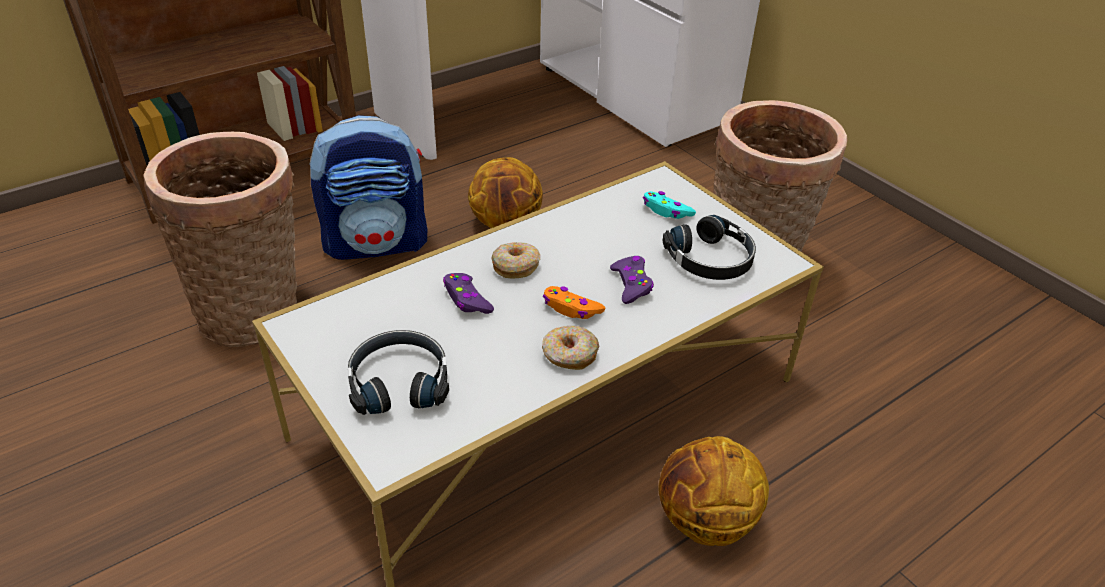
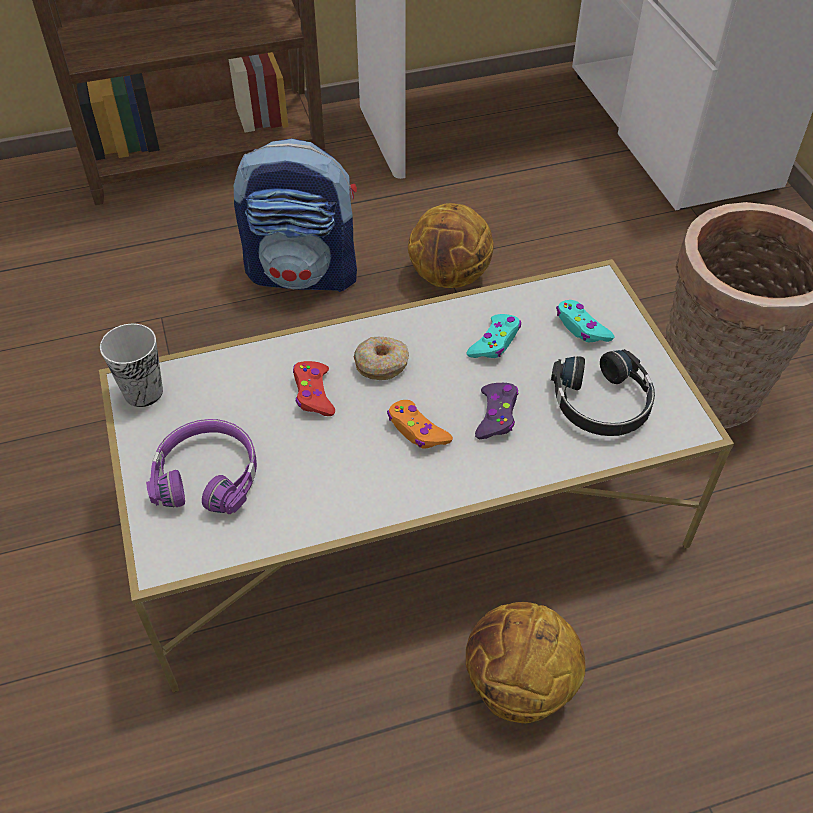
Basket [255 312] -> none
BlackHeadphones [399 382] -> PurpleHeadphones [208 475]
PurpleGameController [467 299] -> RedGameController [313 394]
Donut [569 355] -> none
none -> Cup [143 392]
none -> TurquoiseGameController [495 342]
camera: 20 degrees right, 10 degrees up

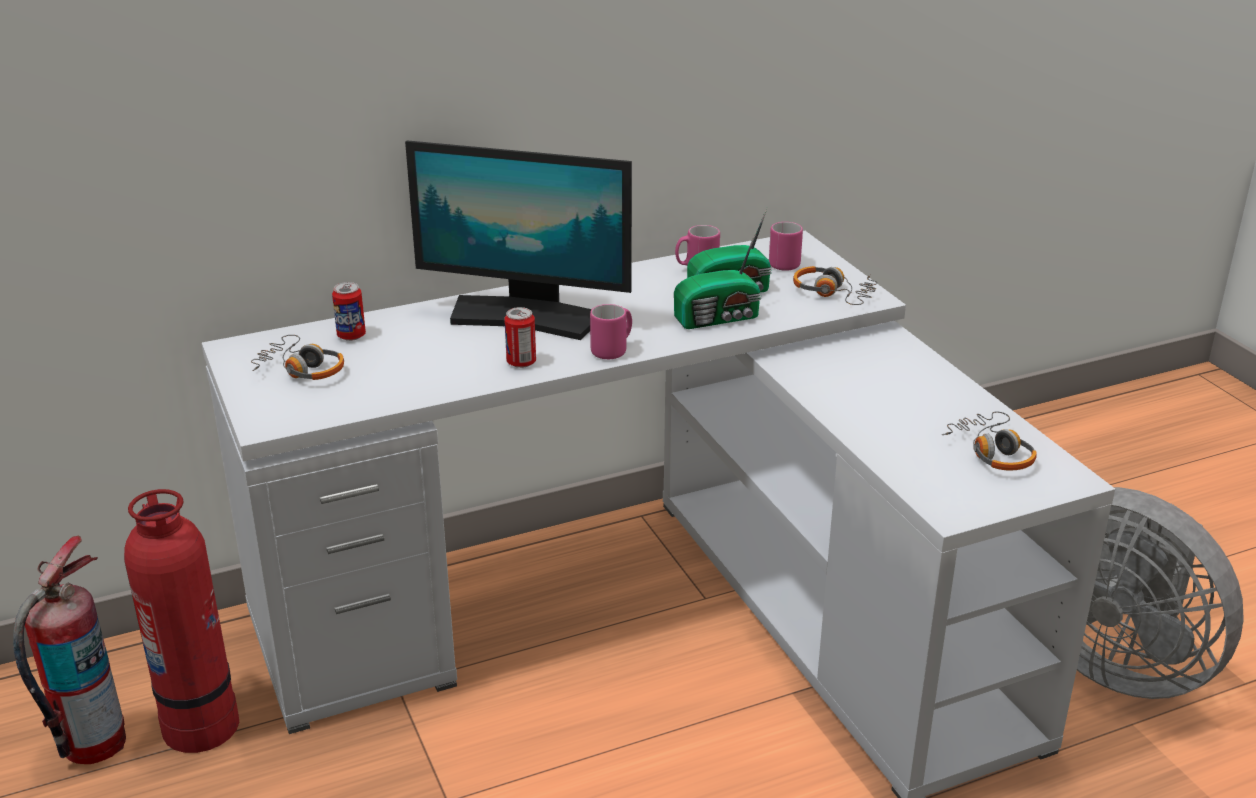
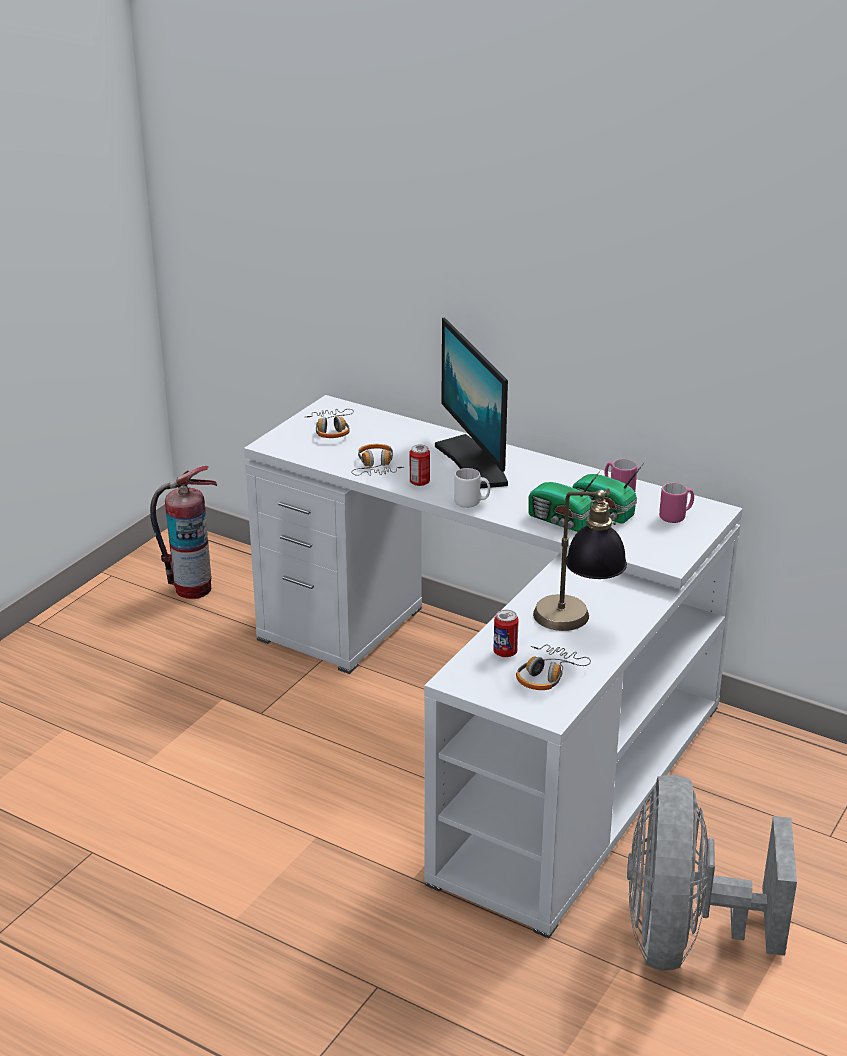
FireExtinguisher [201 724] -> none
Can [351 336] -> Can [505 652], moved
PinkMug [613 350] -> WhiteMug [472 503]
Headphones [833 293] -> Headphones [376 467], moved
none -> TableLamp [576 627]
camera: 55 degrees right, 0 degrees up

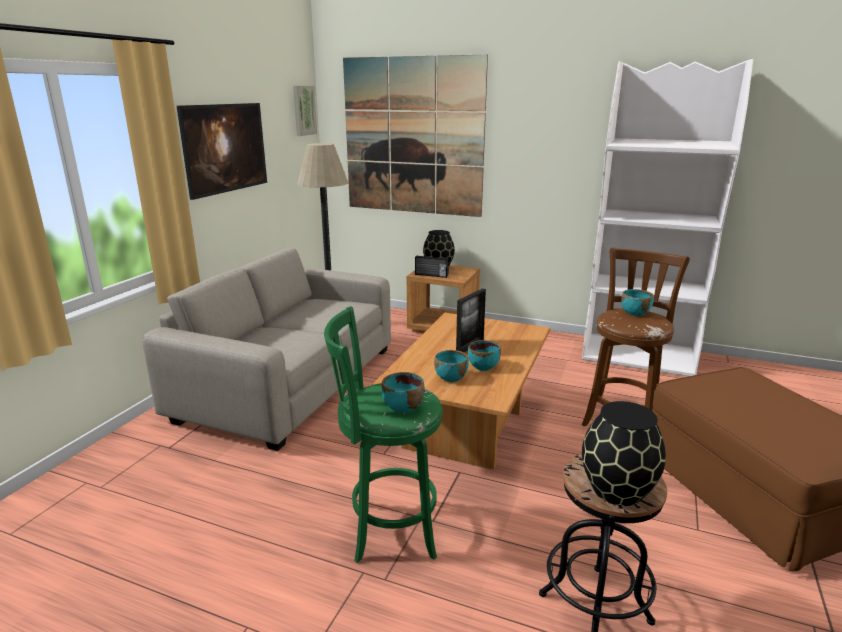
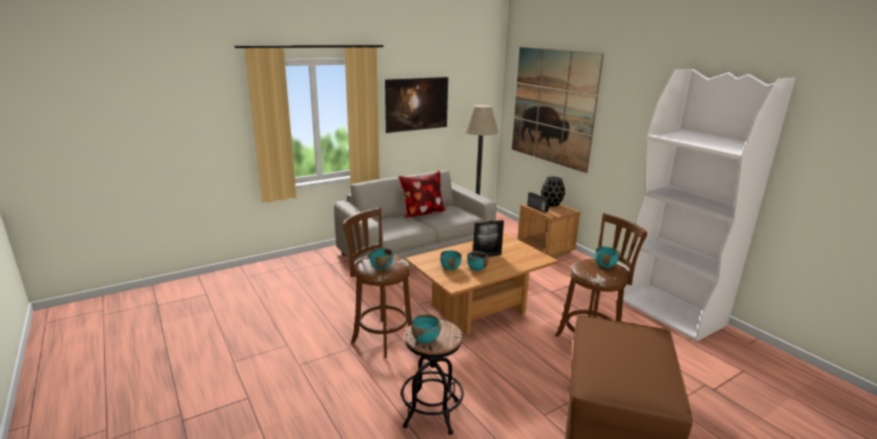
Picture [303 110] -> none
GreenStool [388 528] -> BrownStool [381 337]
BlackVase [616 490] -> TurquoiseBowl [425 338]
none -> Pillow [422 213]
camera: 35 degrees right, 0 degrees up

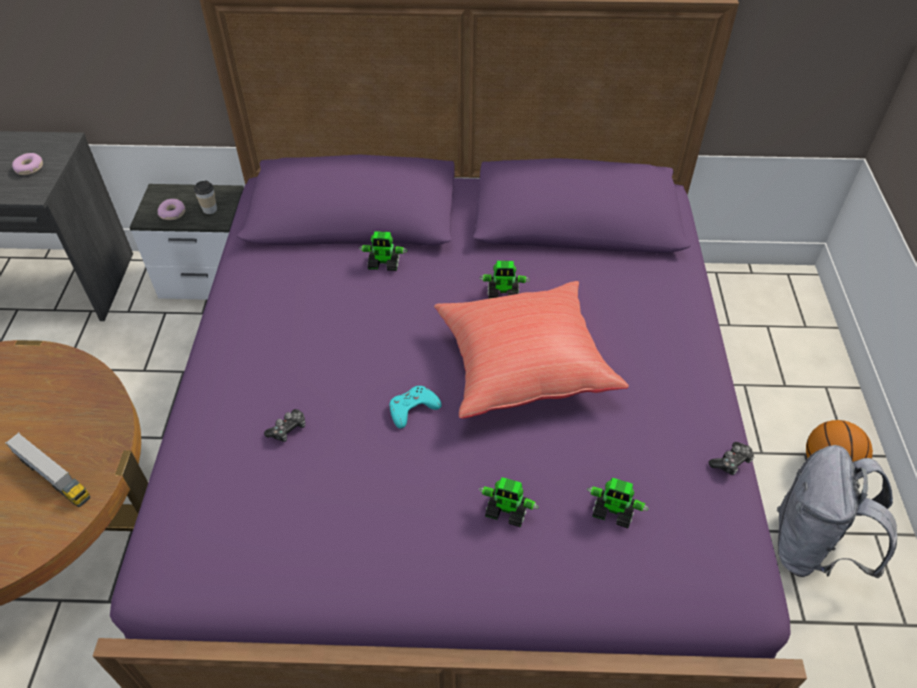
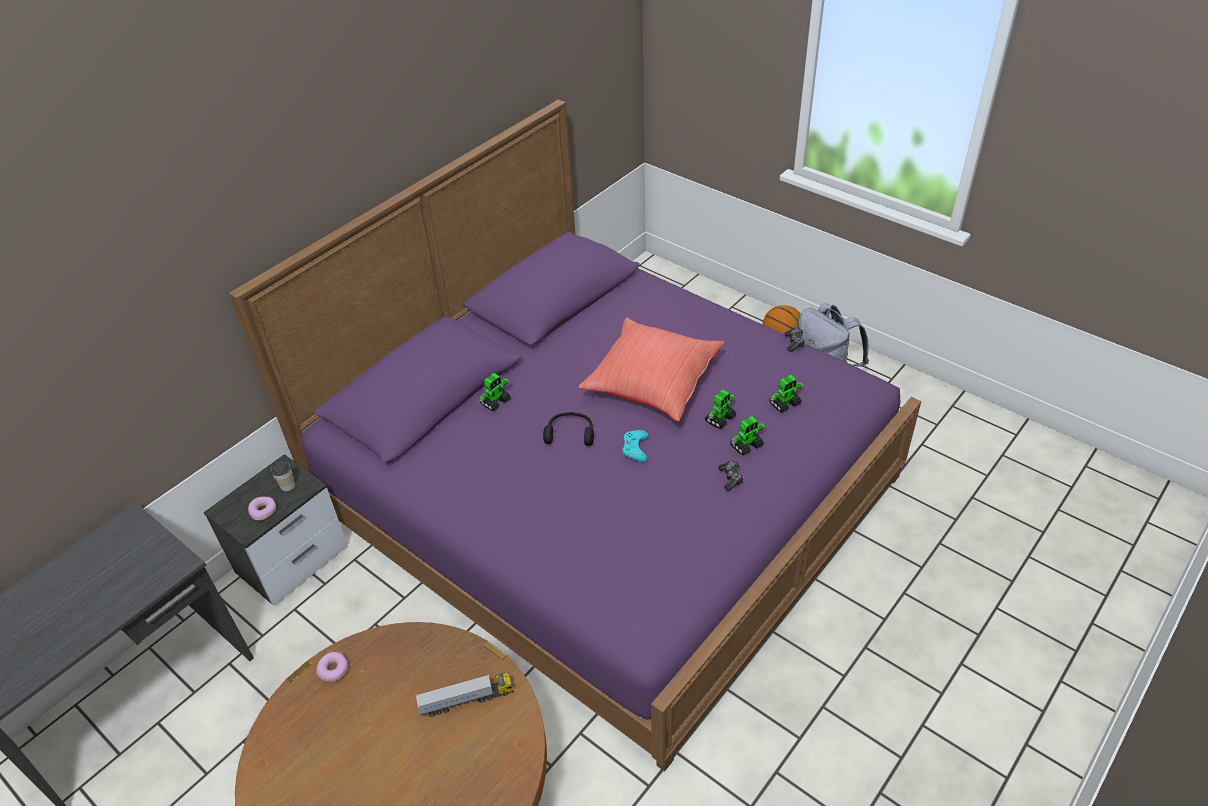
Donut [29 168] -> Donut [334 669], moved
GameController [288 429] -> GameController [731 478], moved
ToyRobot [503 293] -> ToyRobot [720 419], moved
none -> BlackHeadphones [570 433]
camera: 50 degrees left, 5 degrees down

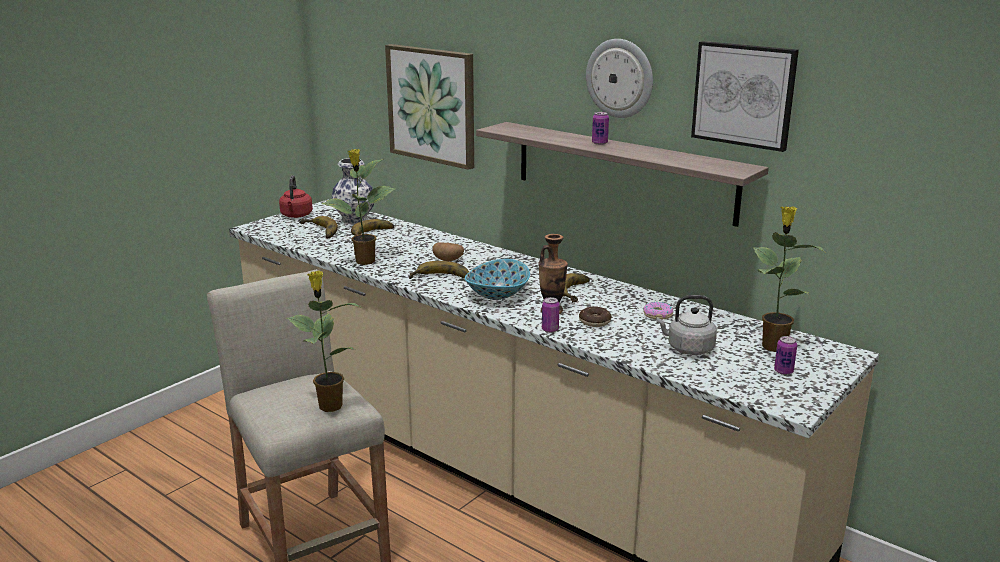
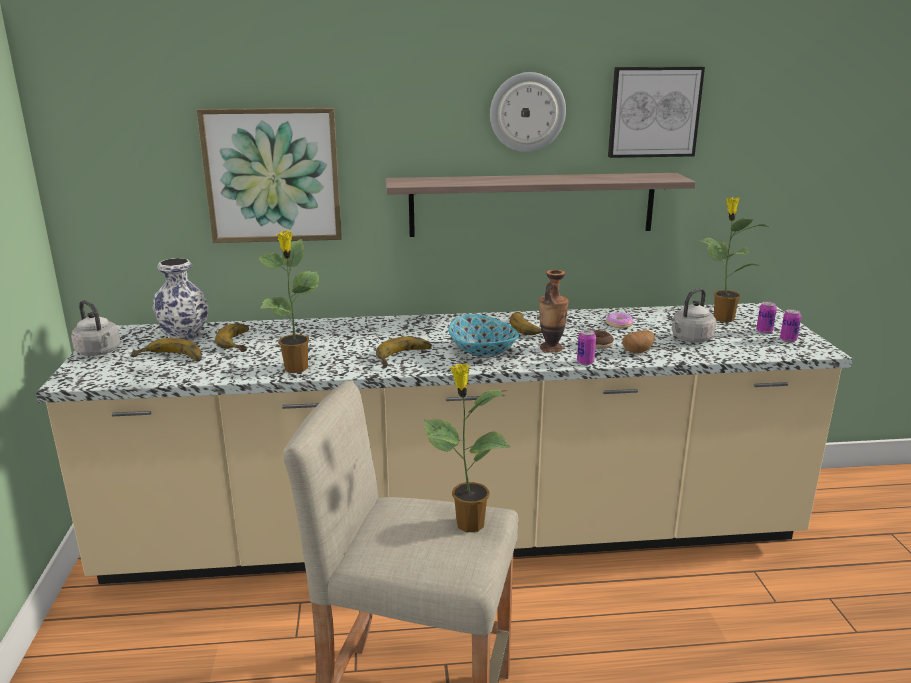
RedKettle [296 216] -> GreyKettle [100 352]
Potato [448 260] -> Potato [638 351], moved
Can [599 143] -> Can [788 340], moved
camera: 45 degrees left, 0 degrees up

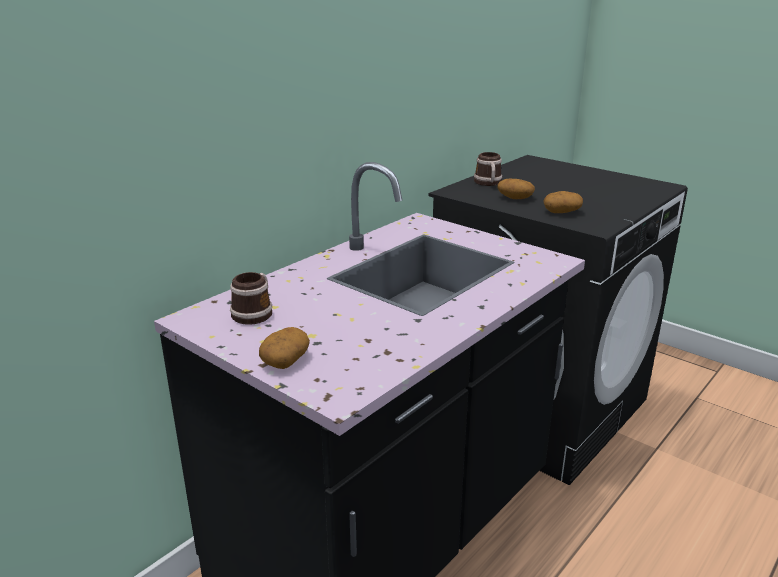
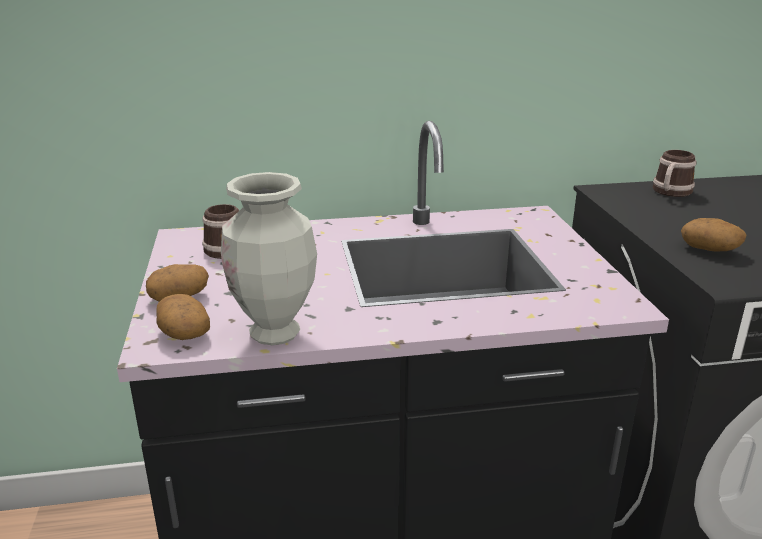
Potato [514 198] -> Potato [183 332], moved
none -> Vase [275 333]
camera: 40 degrees right, 0 degrees up

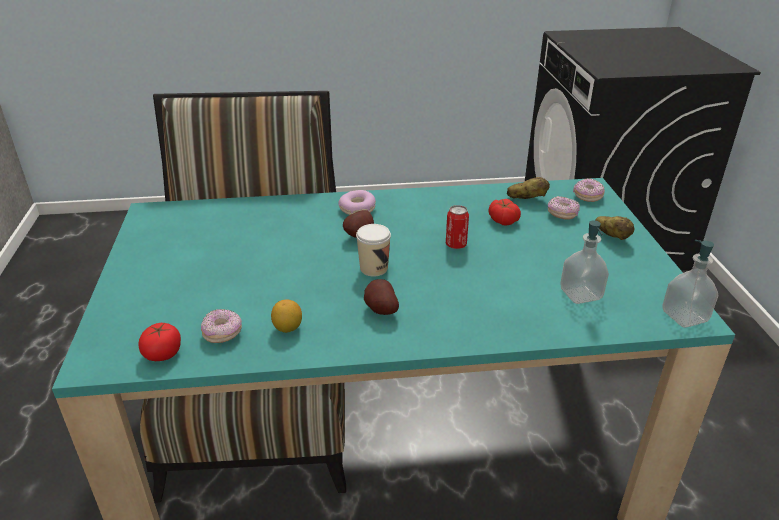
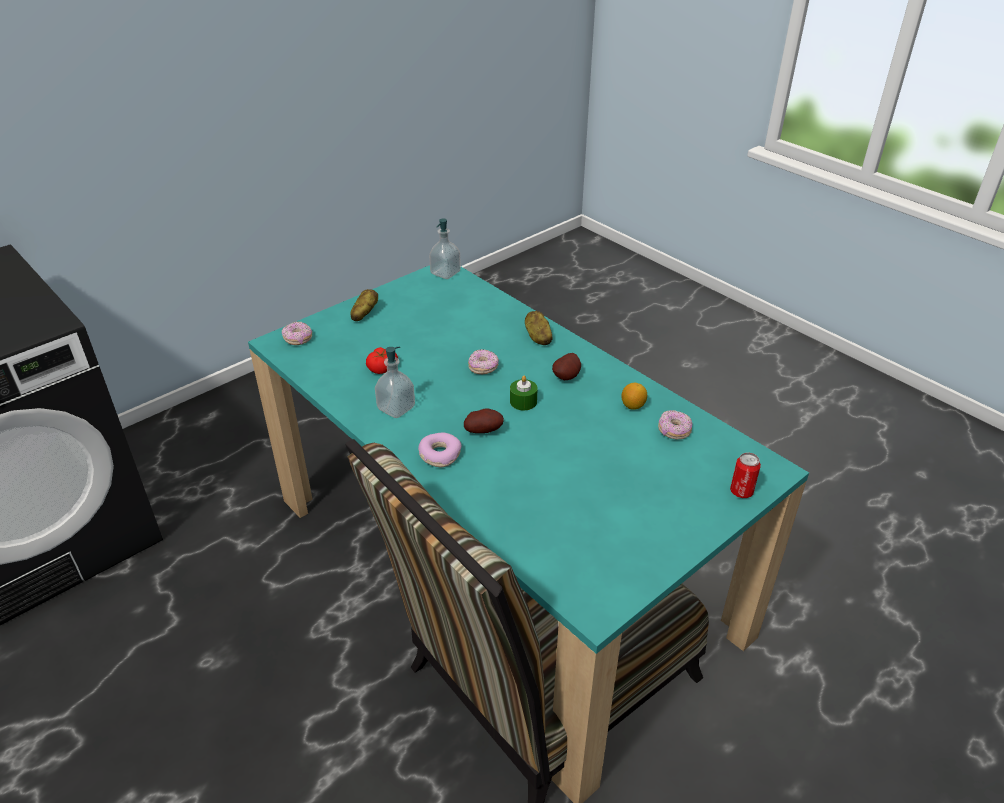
Tomato [163 353] -> none
Cup [374 268] -> GreenCandle [523 401]
Can [456 245] -> Can [741 491], moved
Potato [527 198] -> Potato [538 337], moved
Donut [562 214] -> Donut [483 368], moved
SoapDispenser [580 294] -> SoapDispenser [396 408], moved
camera: 125 degrees left, 5 degrees up

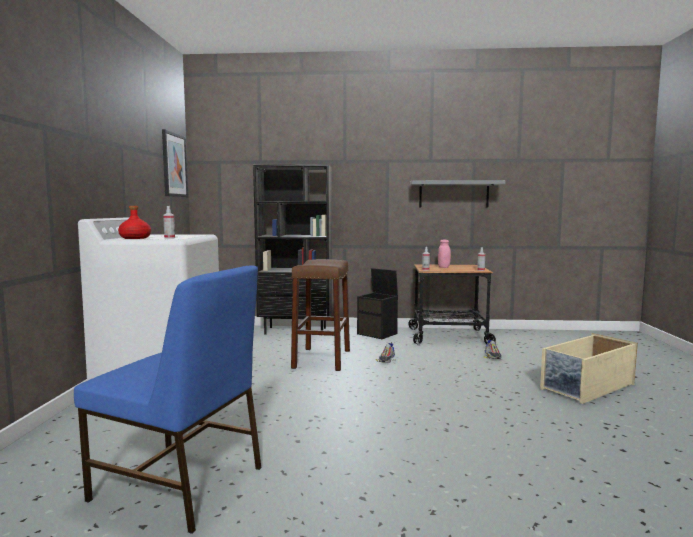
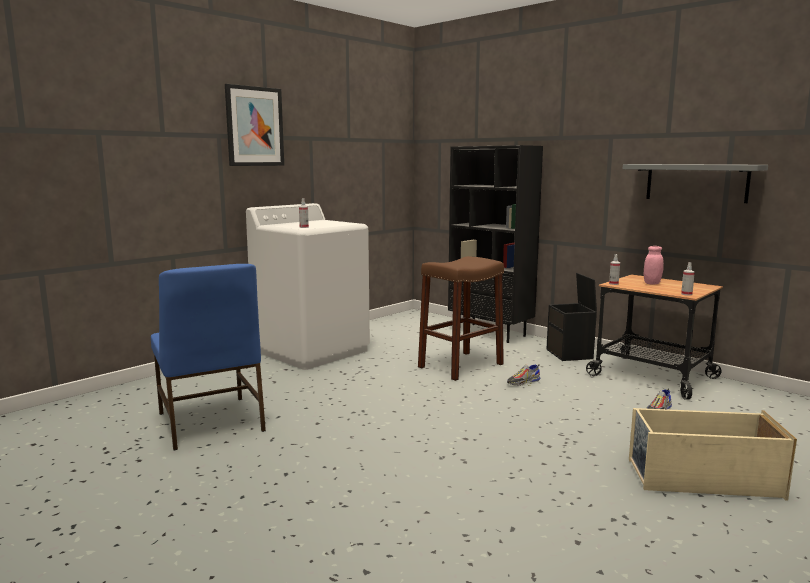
RedBottle [135 238] -> none
Picture [174 165] -> Picture [254 126], moved
camera: 40 degrees right, 5 degrees up

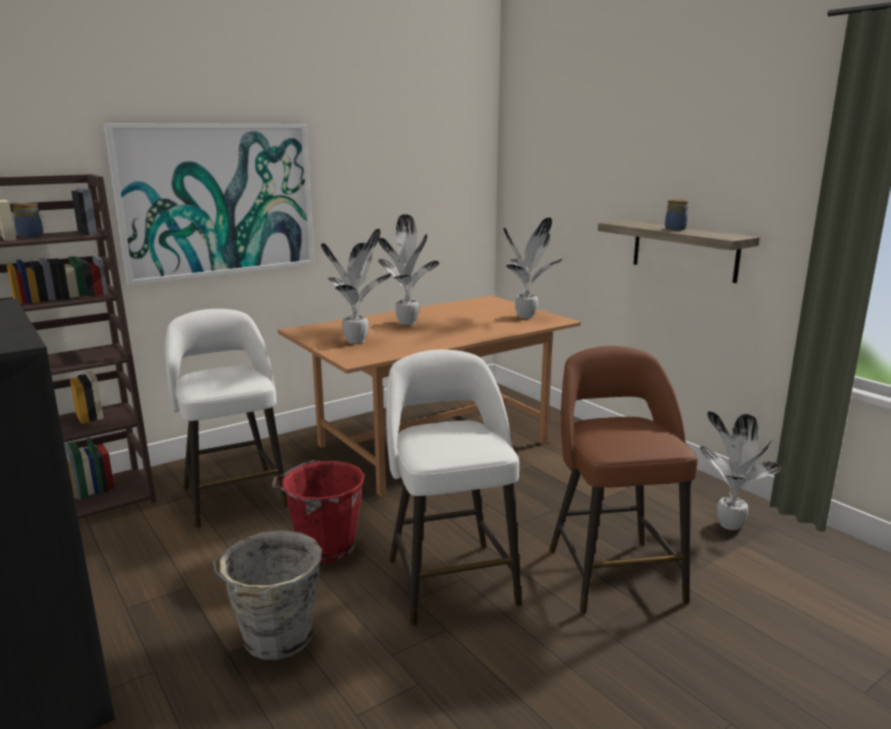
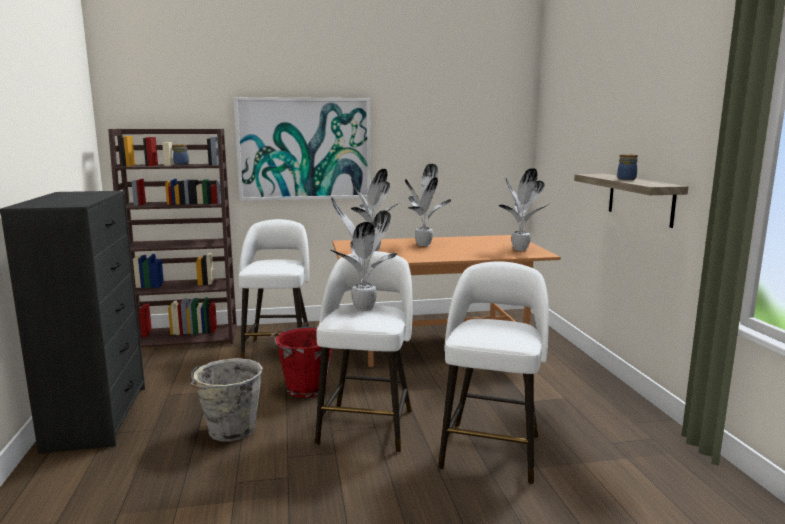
BrownStool [613 572] -> WhiteStool [491 449]
PottedPlant [727 525] -> PottedPlant [362 308], moved
camera: 25 degrees right, 5 degrees down

